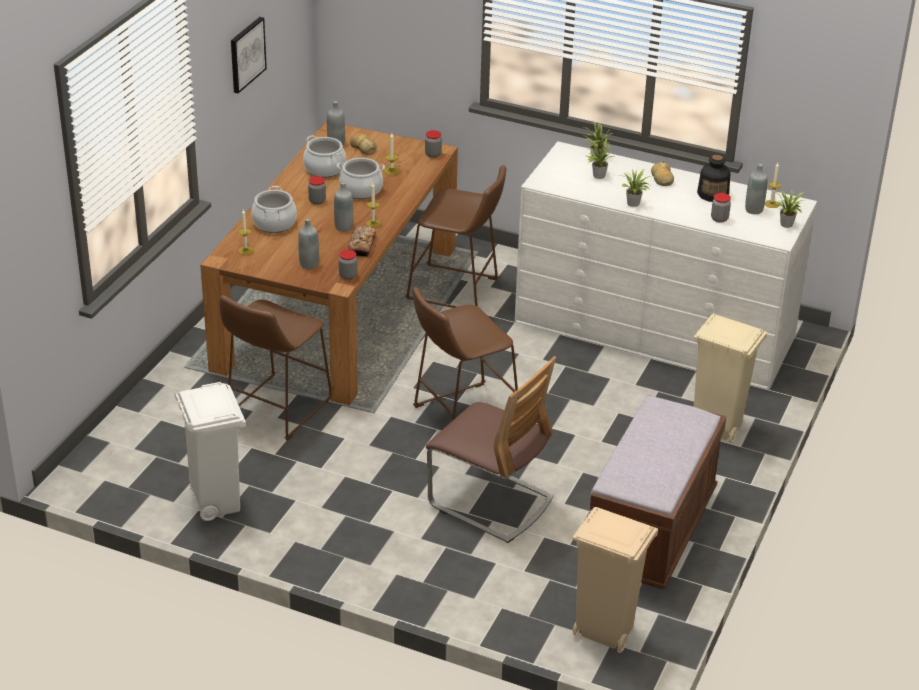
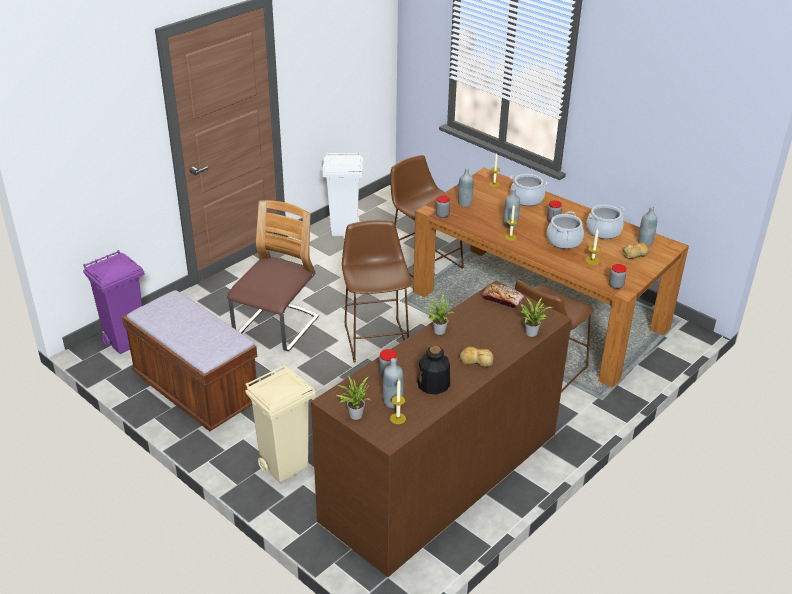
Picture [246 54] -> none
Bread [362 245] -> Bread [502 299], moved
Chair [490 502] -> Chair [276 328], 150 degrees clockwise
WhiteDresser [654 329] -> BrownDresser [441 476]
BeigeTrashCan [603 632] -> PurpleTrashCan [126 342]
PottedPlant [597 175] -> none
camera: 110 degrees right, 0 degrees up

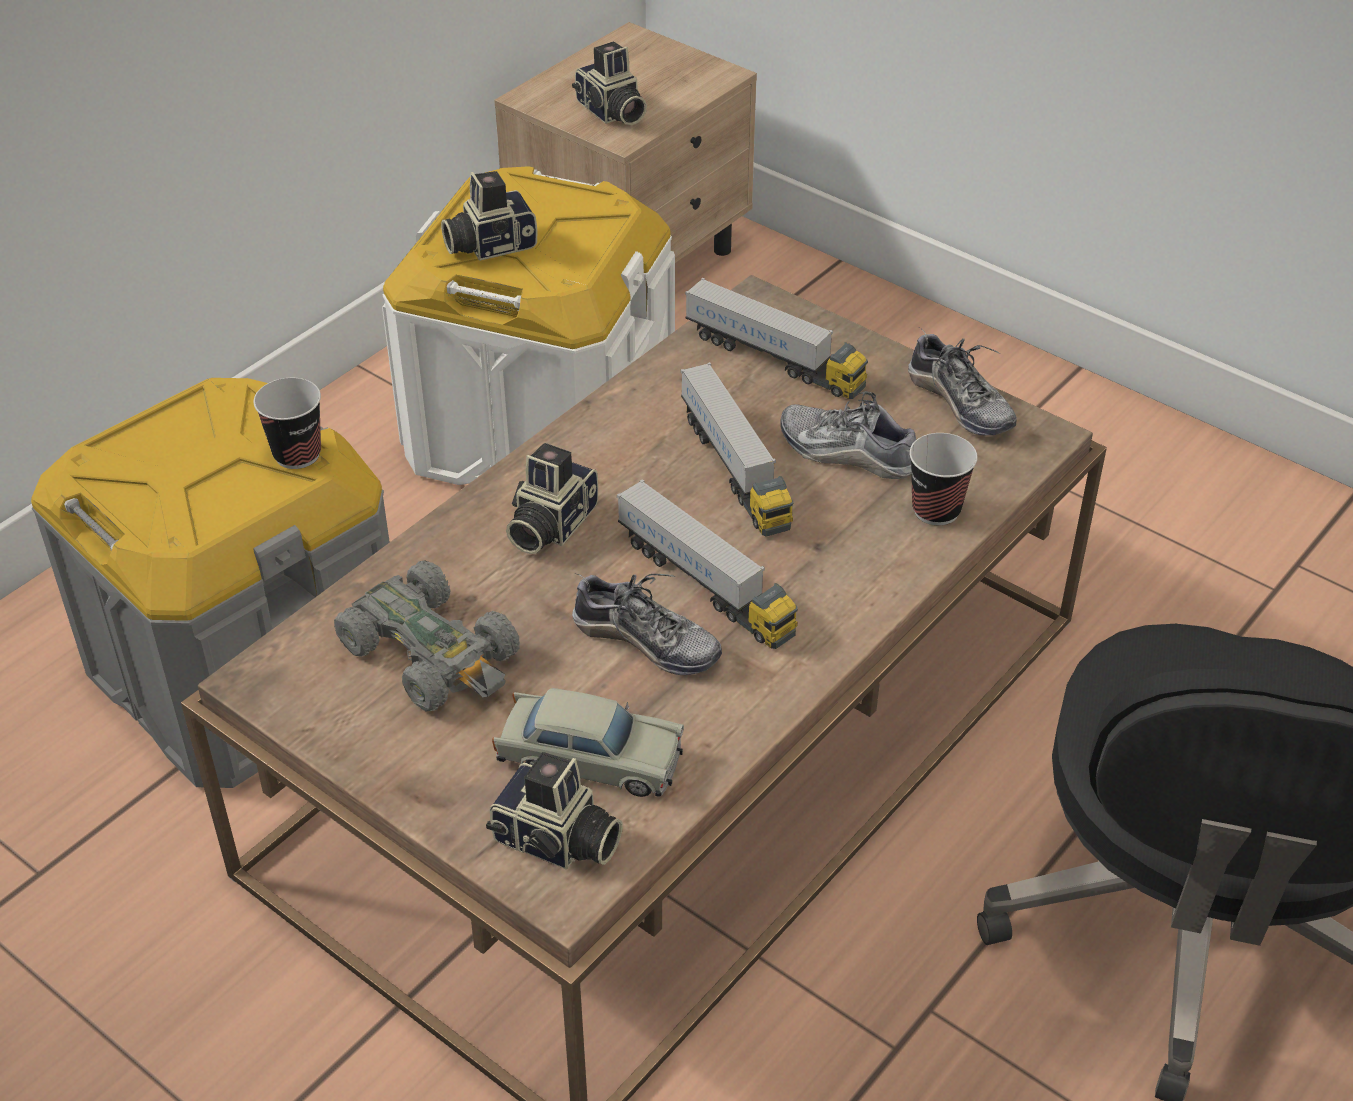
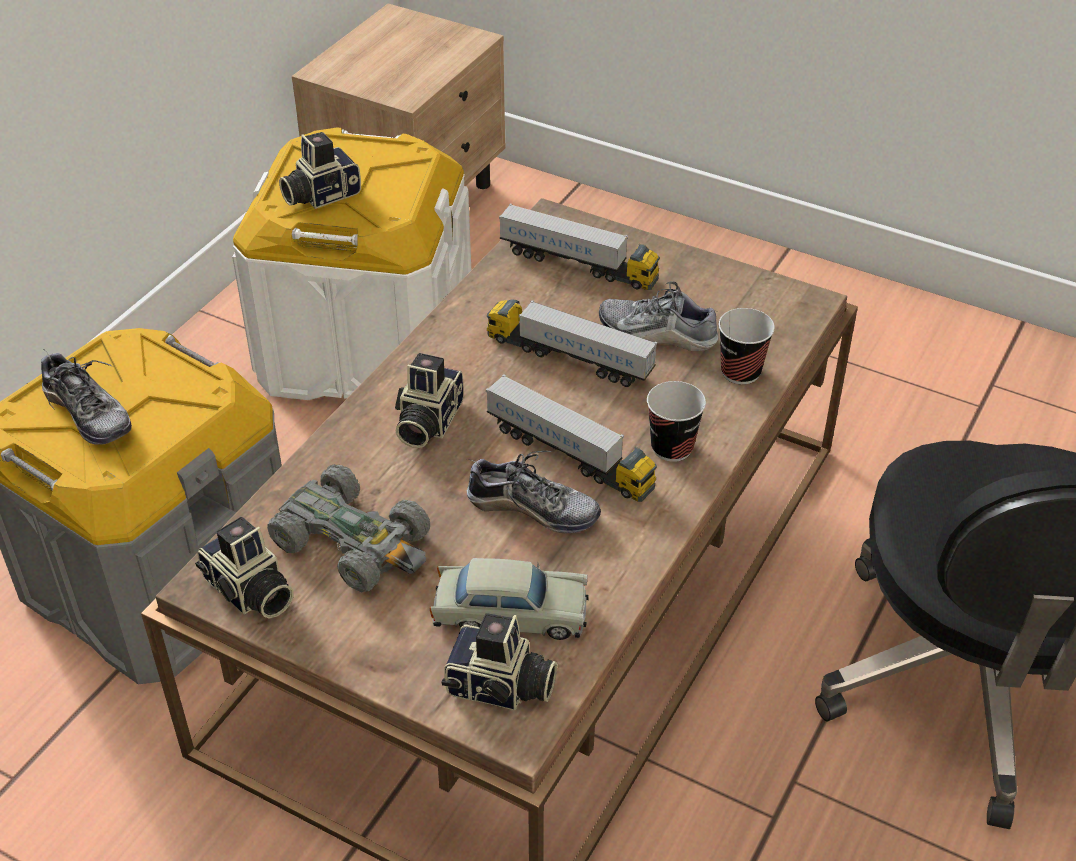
Cup [297 454] -> Cup [672 447], moved
PhotoCamera [611 112] -> PhotoCamera [249 592], moved
ToyTruck [734 469] -> ToyTruck [569 358], 150 degrees clockwise
Shoe [960 403] -> Shoe [88 414], moved
camera: 10 degrees left, 0 degrees up

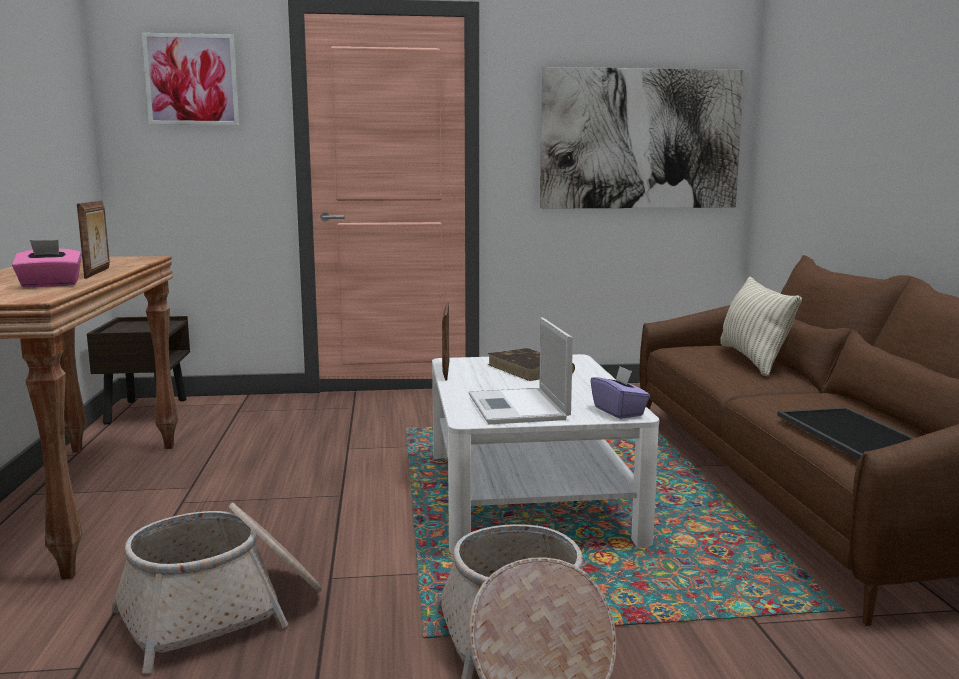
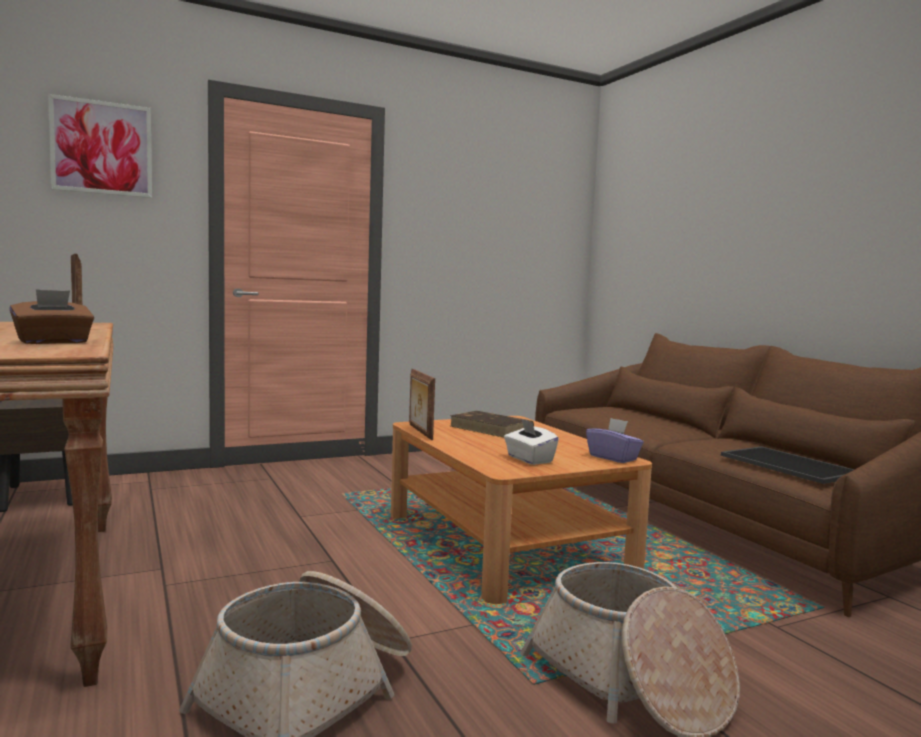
PinkTissueBox [50 285] -> BrownTissueBox [53 342]
WhiteCoffeeTable [529 495] -> BrownCoffeeTable [505 543]
Laptop [518 408] -> WhiteTissueBox [529 459]
Picture [640 139] -> none
Pillow [752 359] -> none
camera: 20 degrees left, 5 degrees down

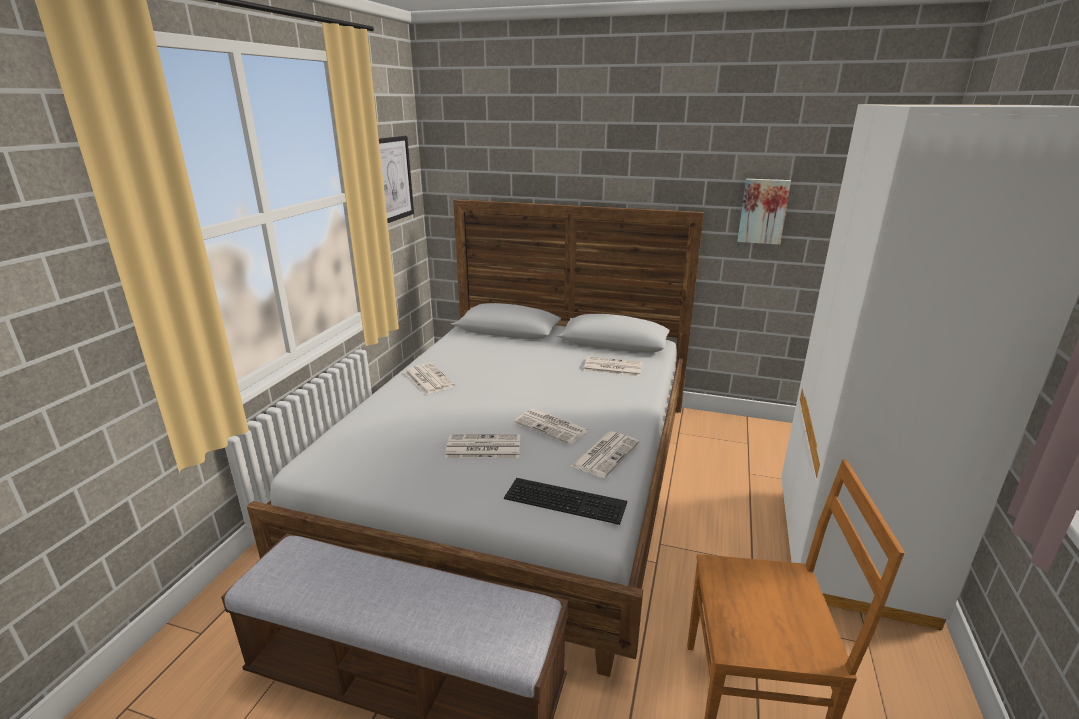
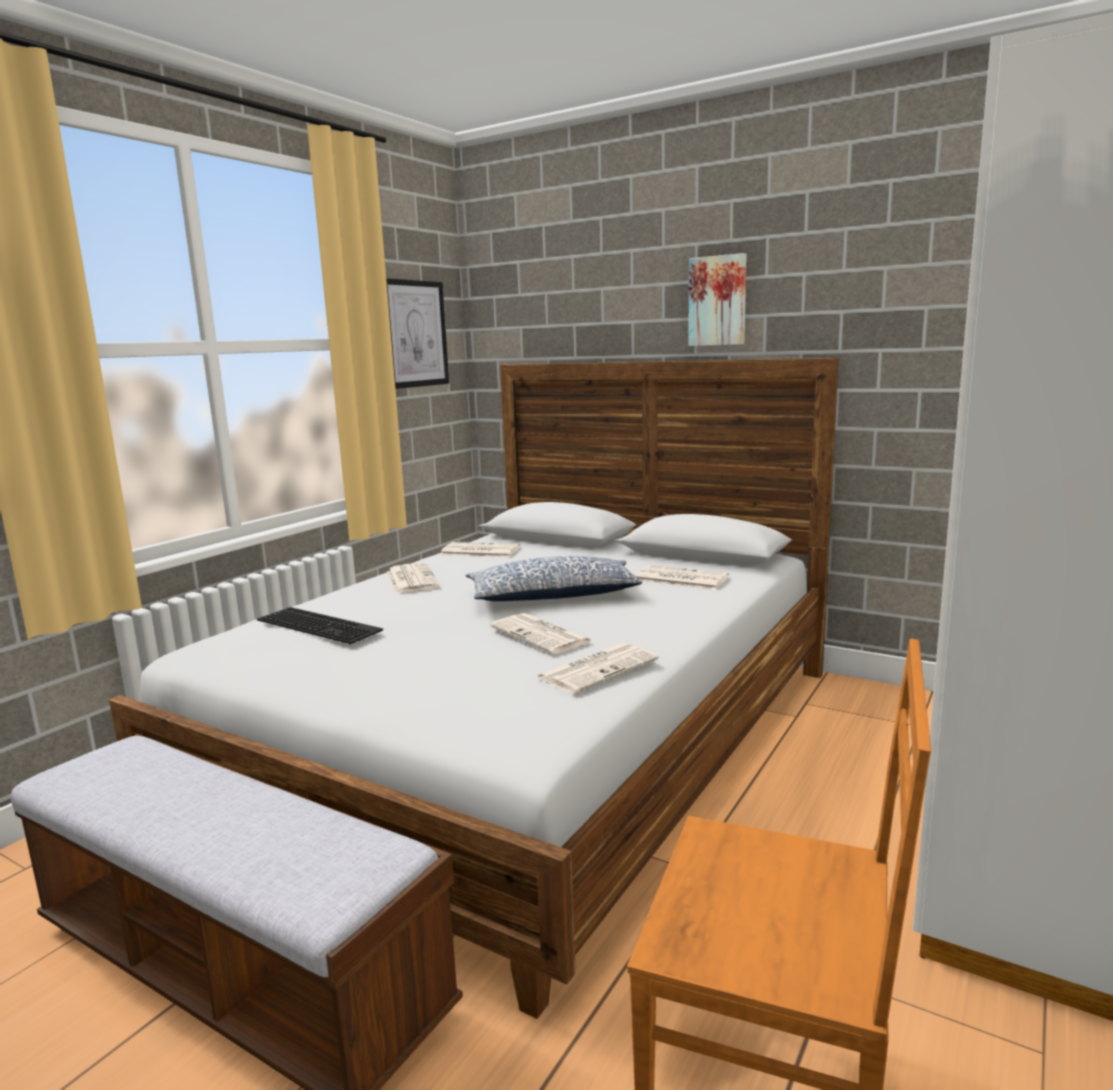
Newspaper [482 447] -> Newspaper [479 551], moved
Keyboard [567 499] -> Keyboard [321 624], moved
Picture [763 211] -> Picture [718 301], moved
none -> Pillow [554 597]
camera: 15 degrees right, 10 degrees down

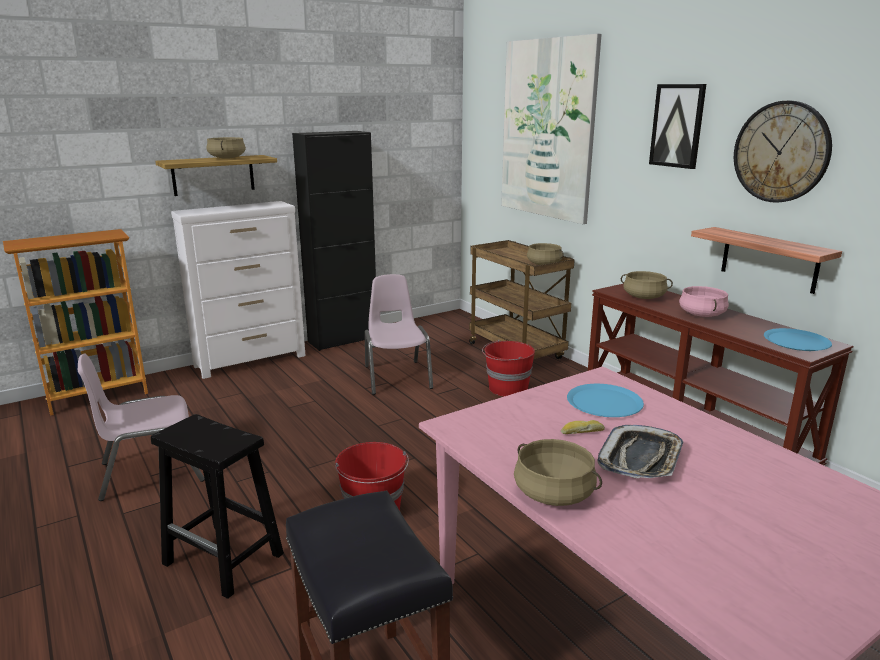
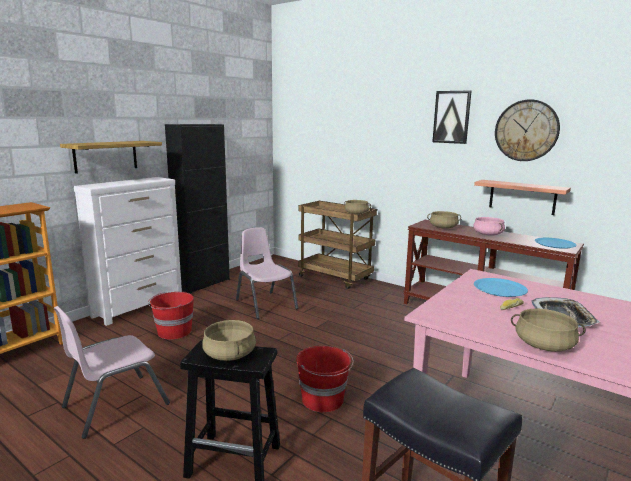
BeigeCookingPot [227 158] -> BeigeCookingPot [230 355], moved
RedBucket [507 388] -> RedBucket [173 332], moved
Picture [547 129] -> none
camera: 20 degrees left, 5 degrees down

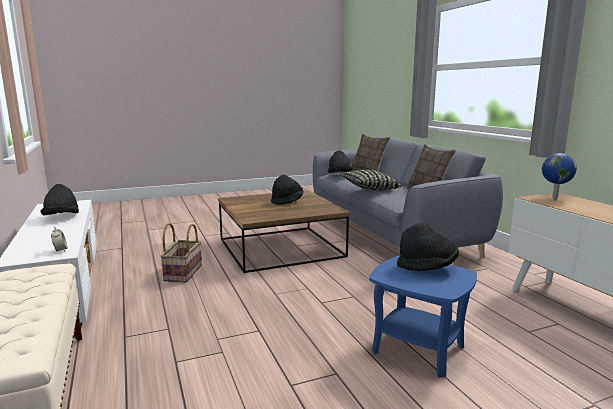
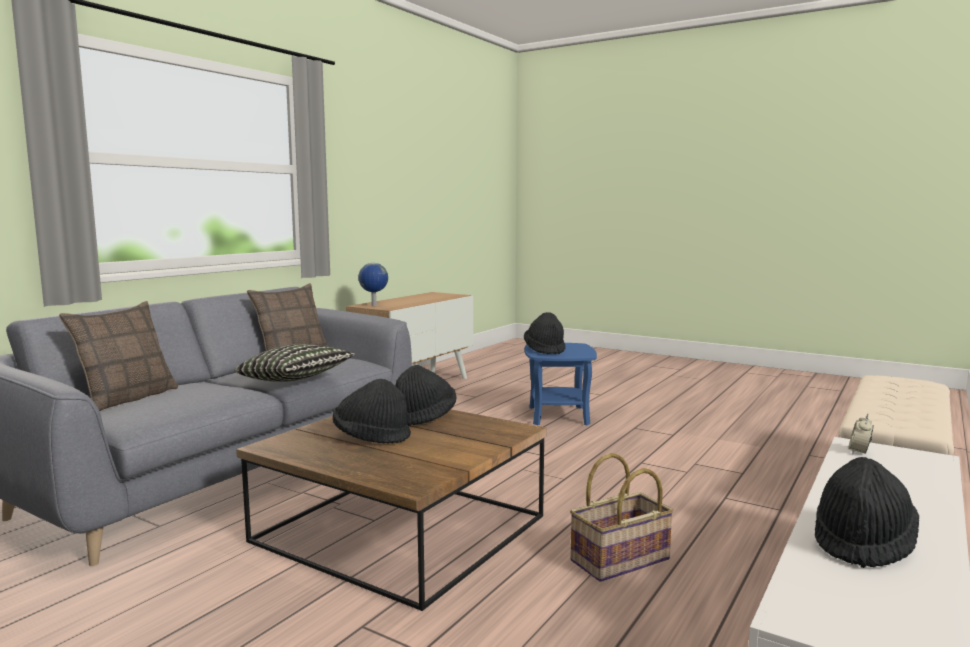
BlackHat [339 175] -> BlackHat [423 418], moved
camera: 125 degrees left, 5 degrees down

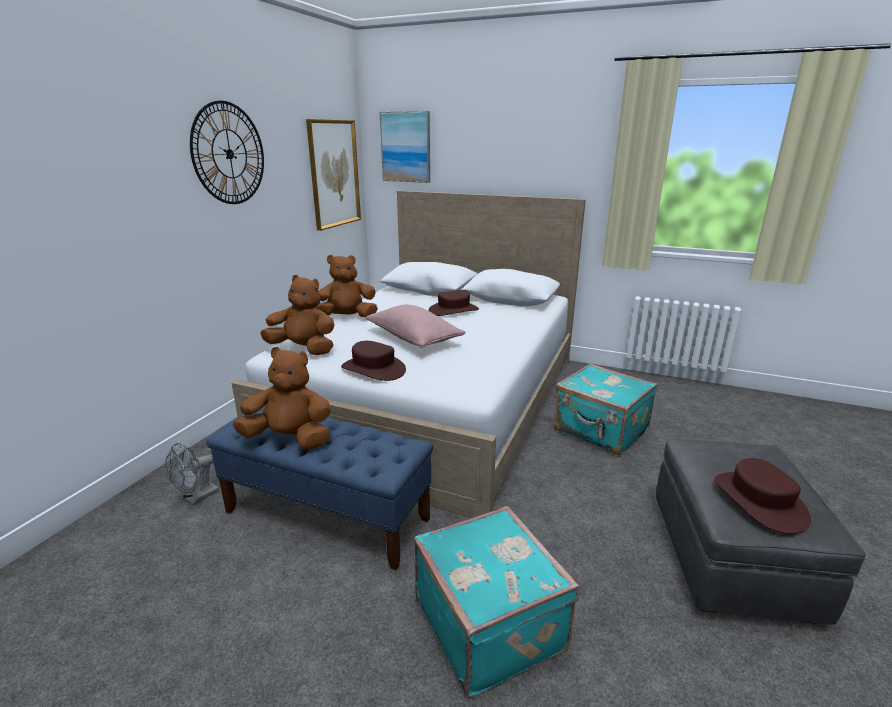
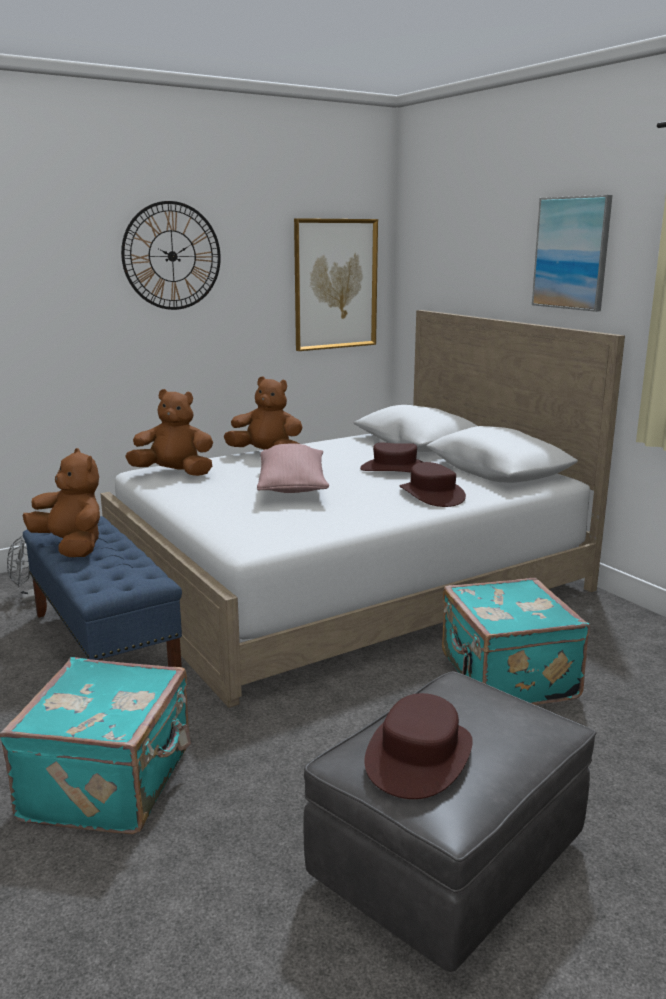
BrownPlushToy [303 349] -> BrownPlushToy [174 473], 45 degrees counterclockwise
BrownHat [374 369] -> BrownHat [432 495], moved
Picture [406 147] -> Picture [572 253], moved
camera: 35 degrees right, 5 degrees down

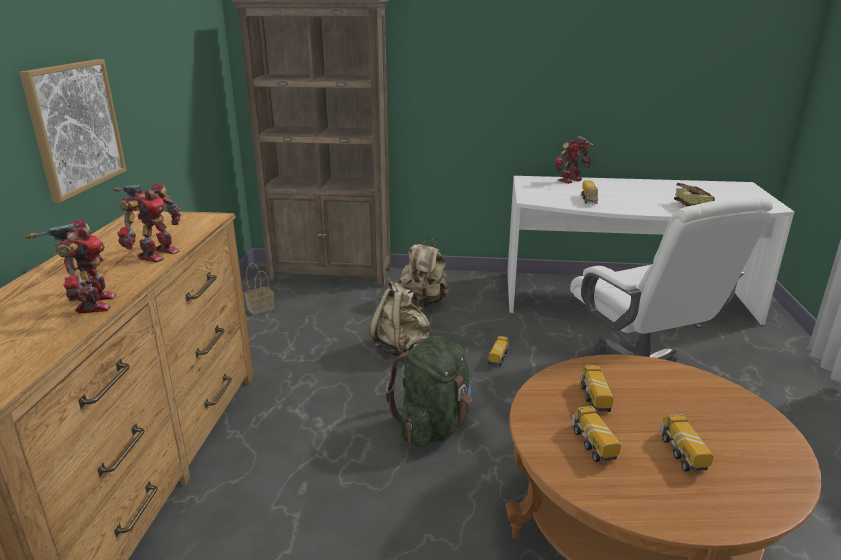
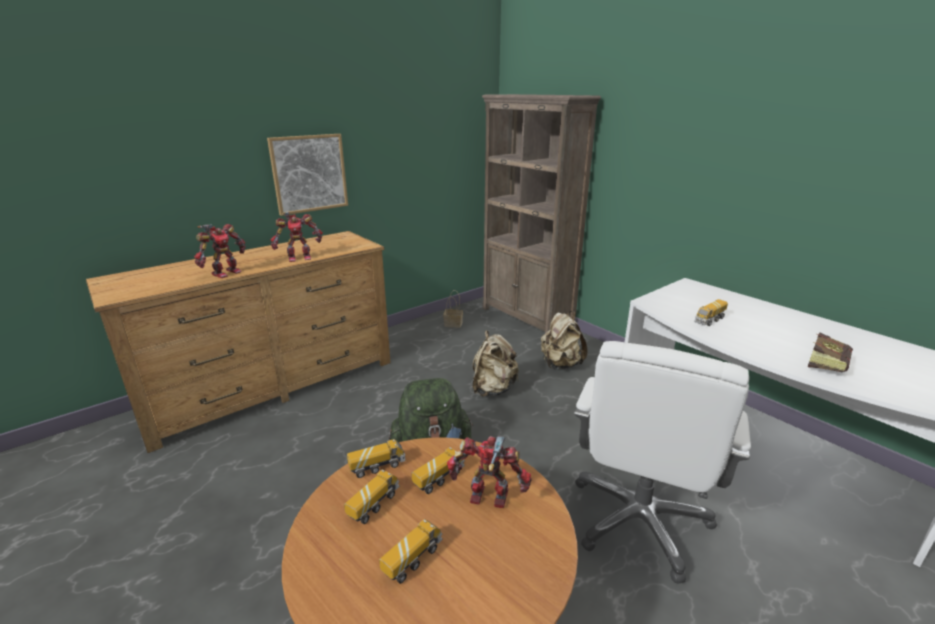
ToyTruck [498 358] -> ToyTruck [377 466], moved
ToyRobot [571 181] -> ToyRobot [489 499], moved
camera: 45 degrees right, 0 degrees up

